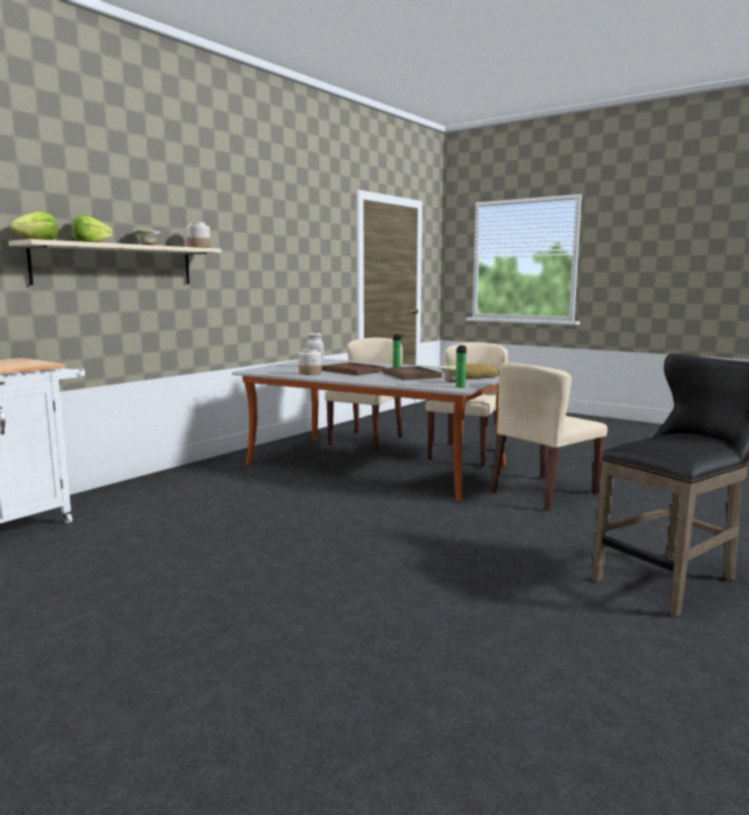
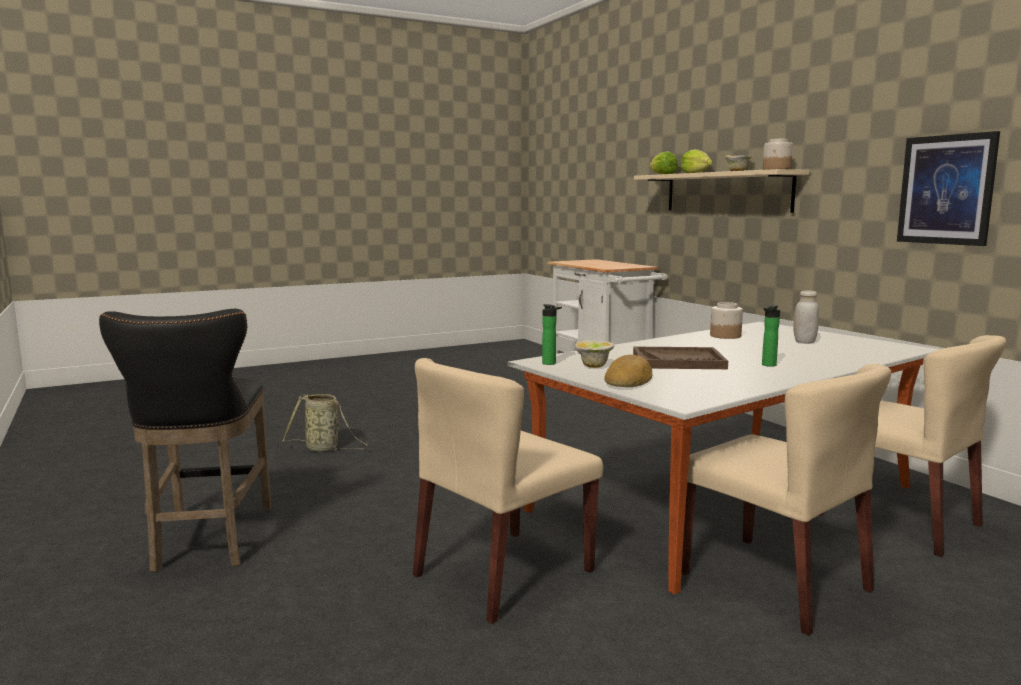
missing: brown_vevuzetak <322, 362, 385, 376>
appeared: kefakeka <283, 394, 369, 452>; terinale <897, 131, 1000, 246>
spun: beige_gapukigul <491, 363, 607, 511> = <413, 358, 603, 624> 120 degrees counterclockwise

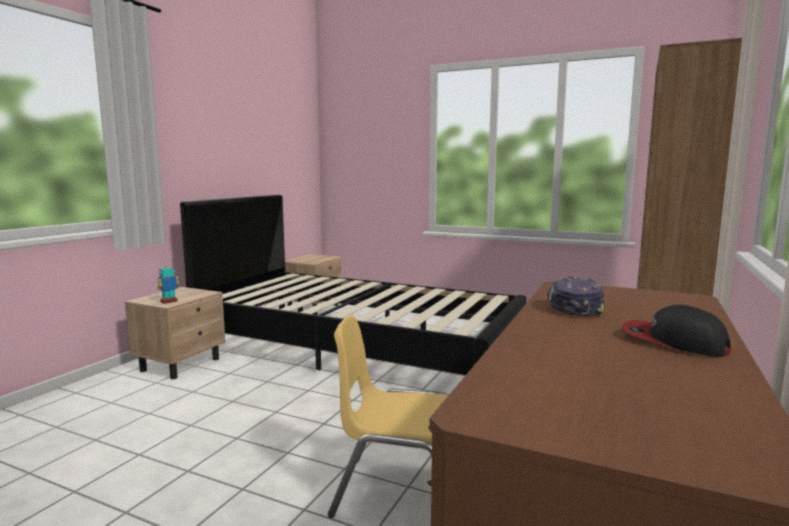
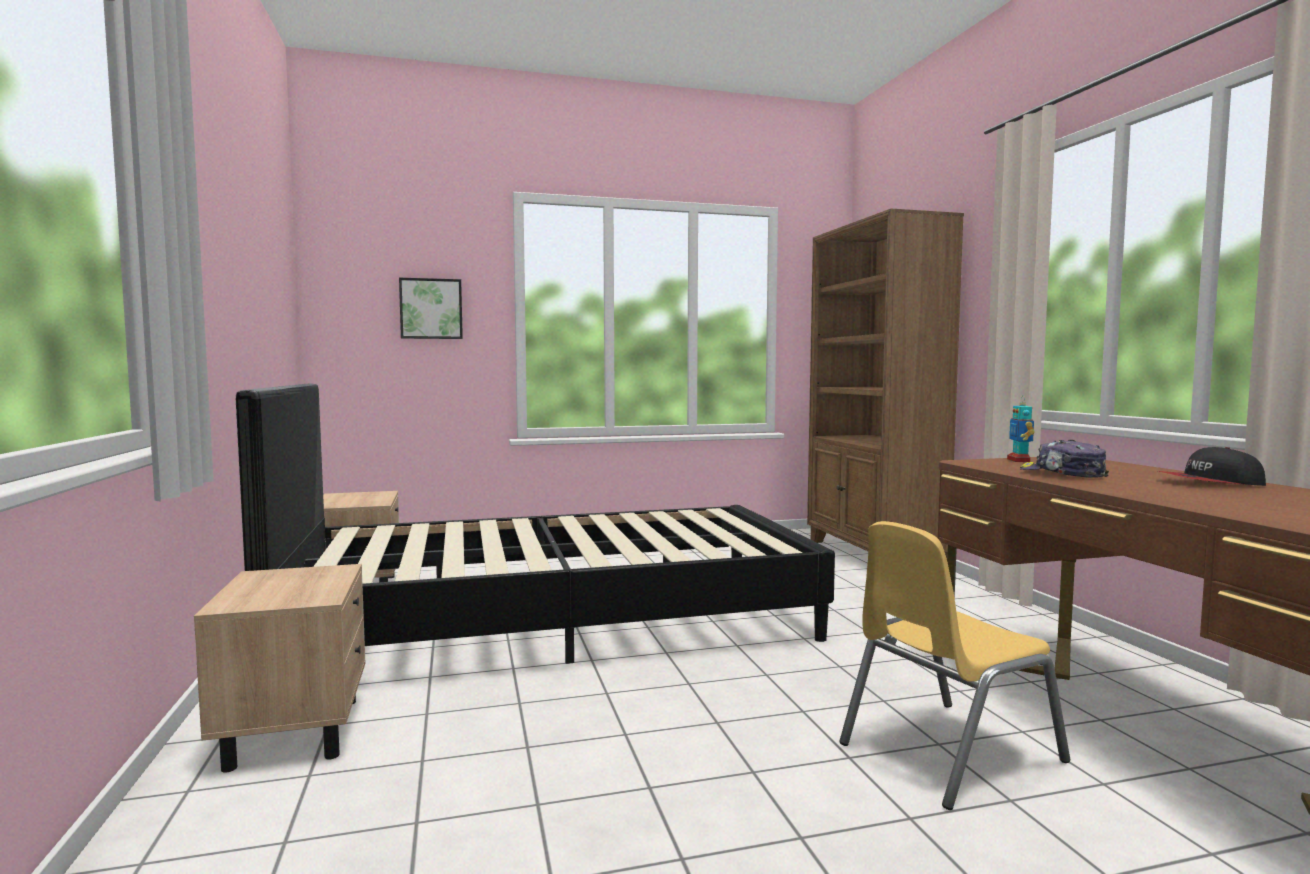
appeared: terinale <399, 278, 463, 339>
relocated: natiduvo <157, 265, 179, 304> to <1007, 401, 1035, 462>

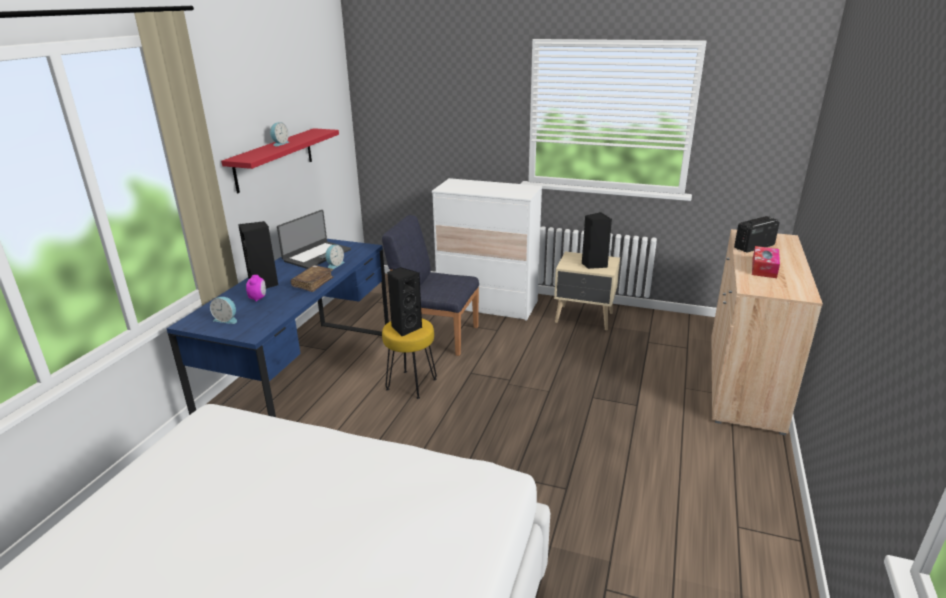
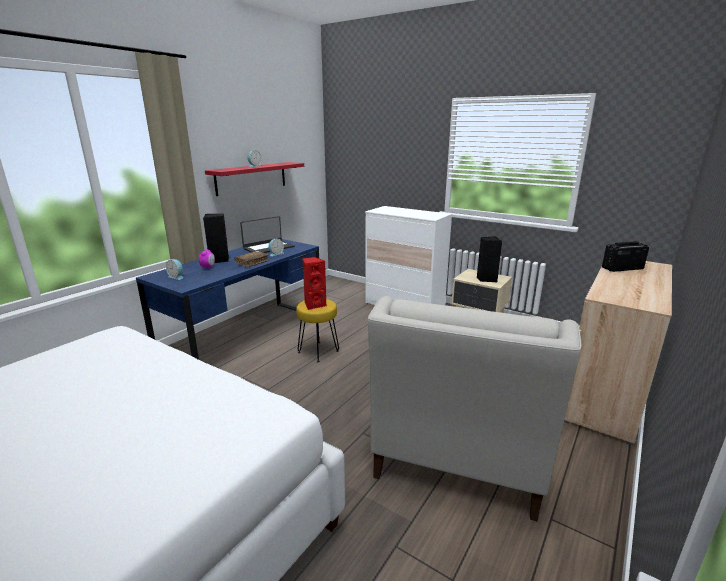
missing: blue_gapukigul <382, 215, 479, 356>; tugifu <752, 246, 780, 278>
appeared: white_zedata <368, 296, 582, 521>
colour: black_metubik <387, 267, 422, 337> to red_metubik <302, 257, 326, 310>

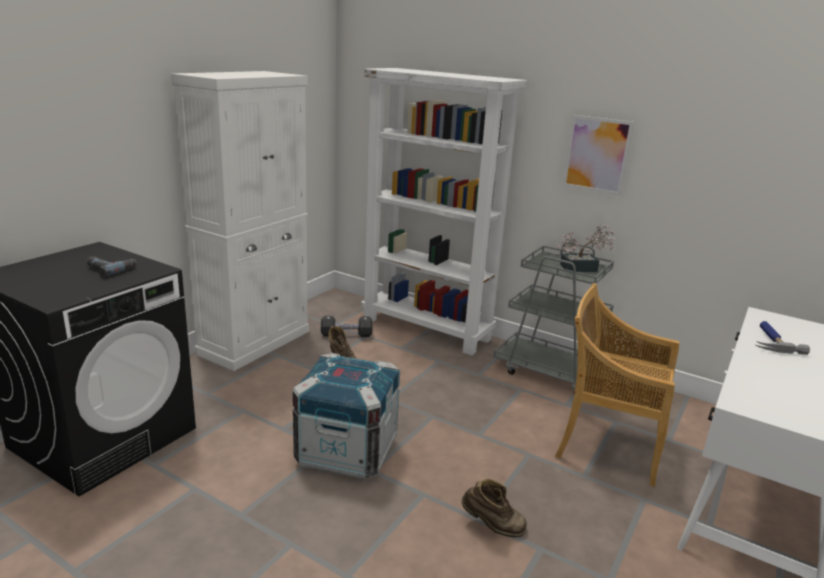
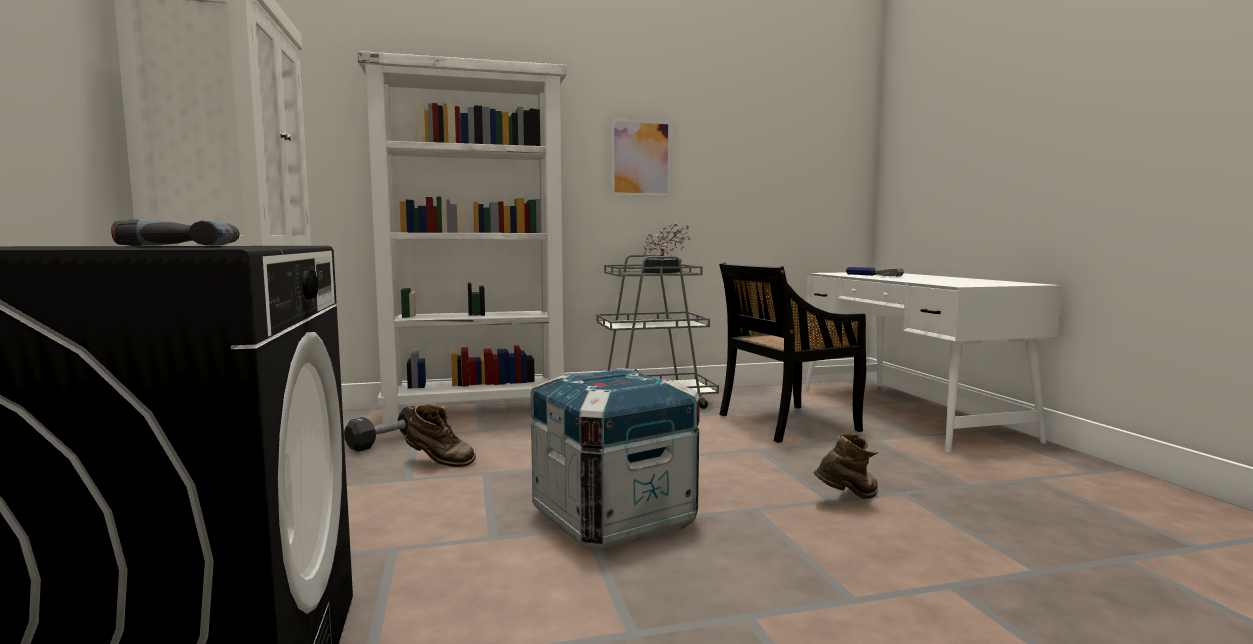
colour: beige_gapukigul <555, 283, 680, 487> to black_gapukigul <719, 262, 866, 443>

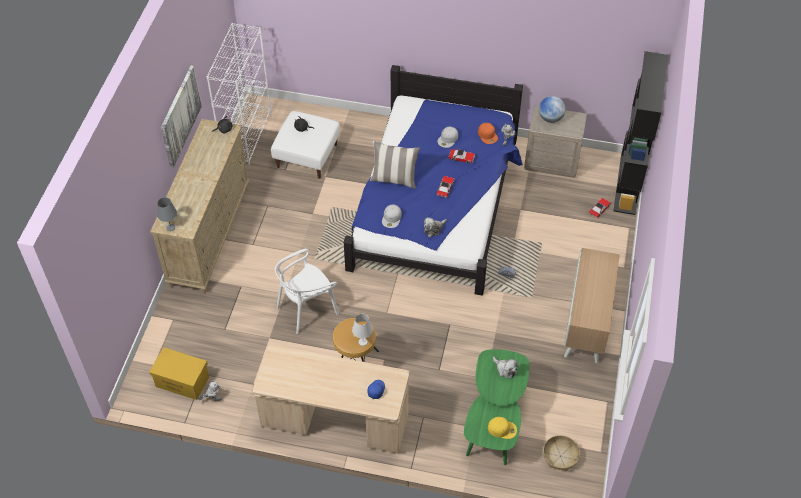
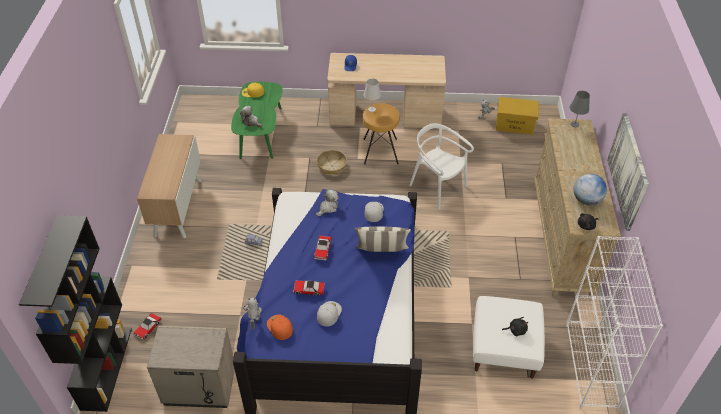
relocated: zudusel <539, 96, 565, 123> to <573, 174, 607, 206>; kefakeka <543, 435, 580, 471> to <317, 150, 347, 175>
spun: white_gapukigul <275, 249, 339, 334> = <409, 123, 474, 210> 90 degrees counterclockwise

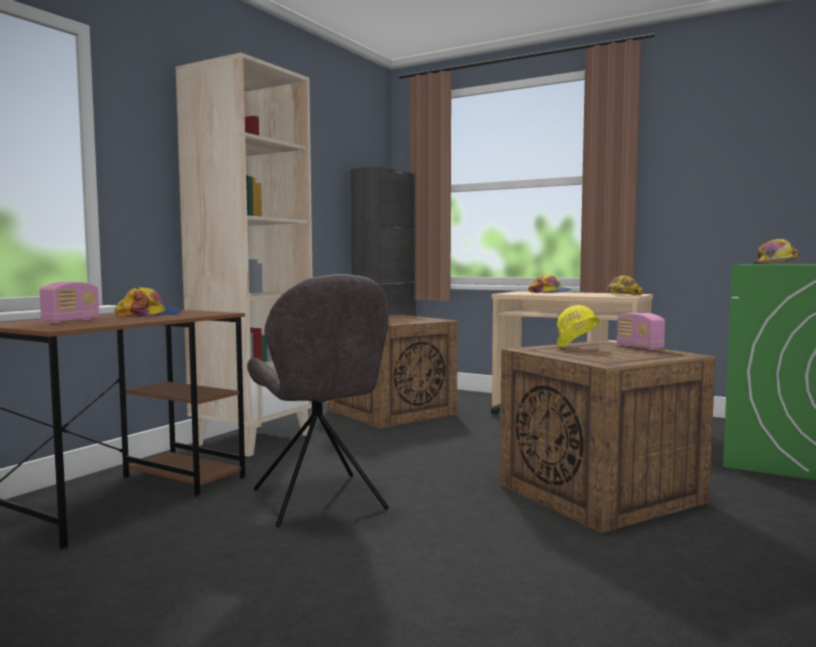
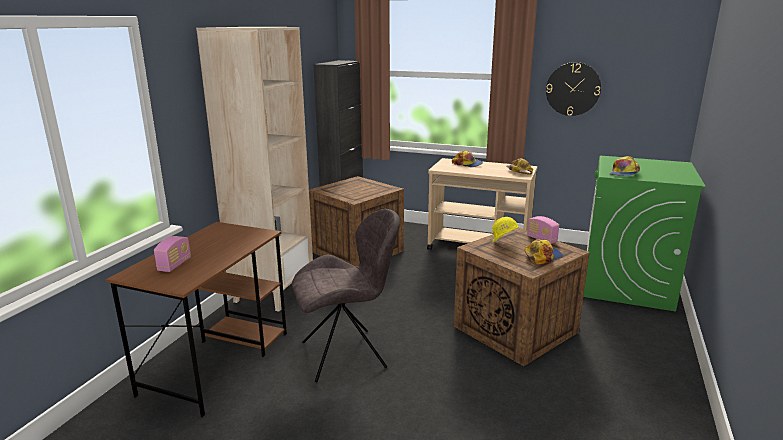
appeared: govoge <546, 62, 601, 116>
relocated: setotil <115, 287, 182, 317> to <525, 239, 563, 264>
spun: grey_gapukigul <247, 274, 389, 527> = <292, 209, 400, 382> 75 degrees counterclockwise

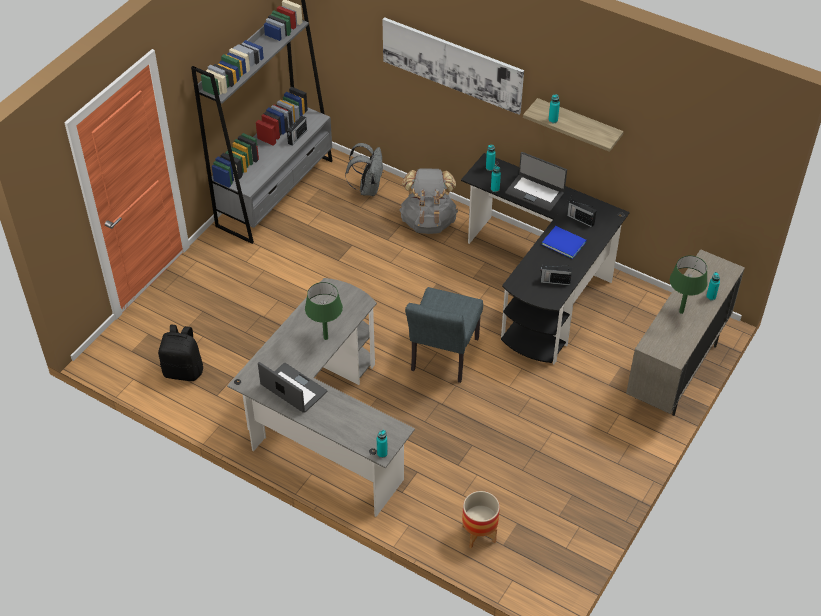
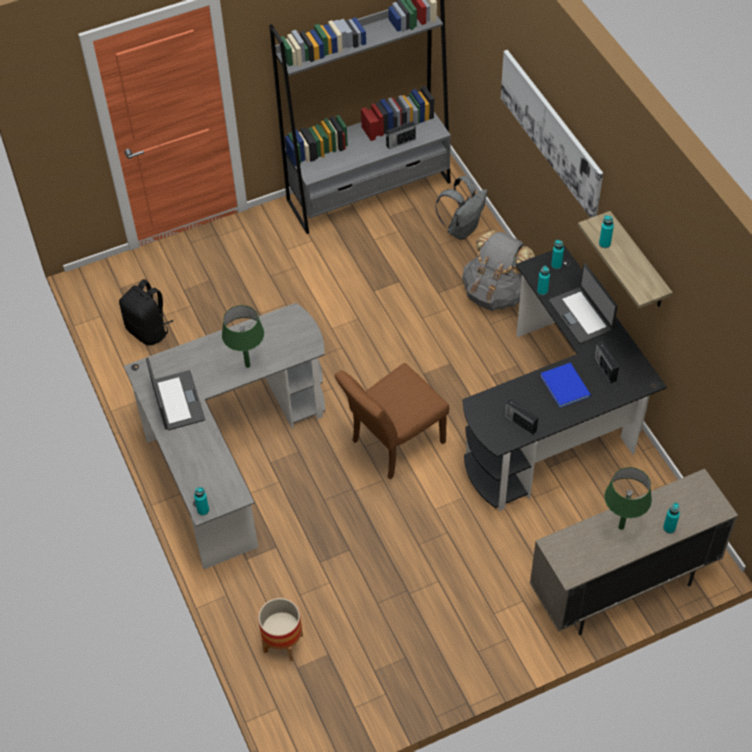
colour: grey_gapukigul <405, 287, 483, 383> to brown_gapukigul <334, 363, 449, 479>

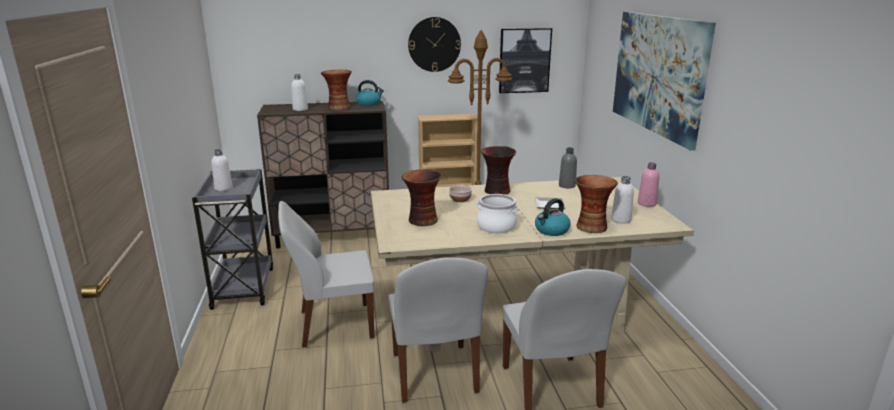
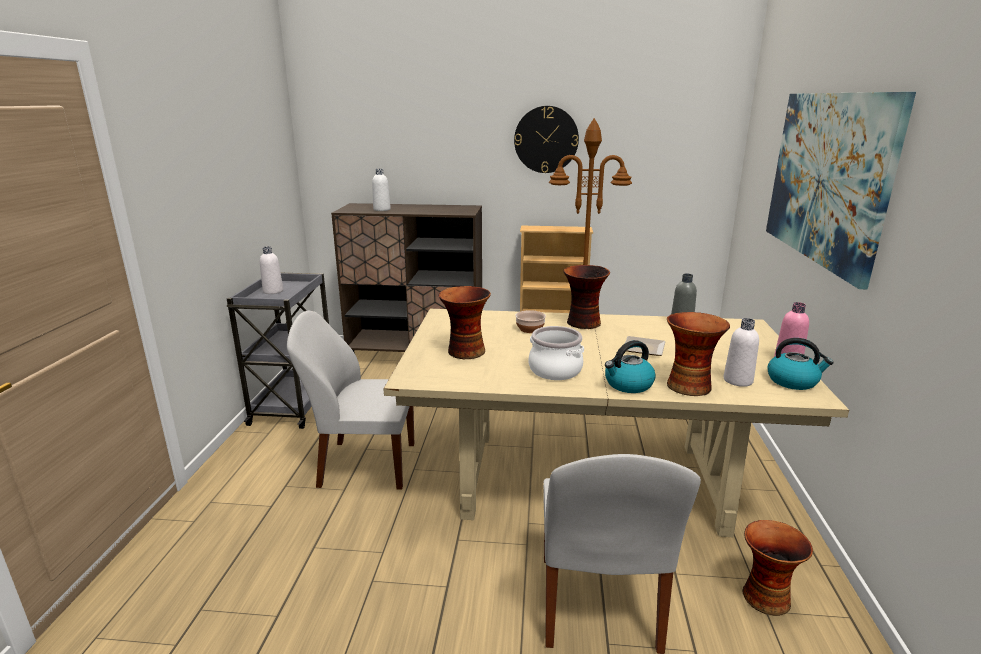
missing: white_gapukigul <389, 257, 488, 403>; terinale <499, 28, 552, 93>
relocated: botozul <321, 70, 352, 110> to <742, 520, 813, 616>; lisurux <356, 80, 384, 106> to <767, 338, 833, 390>

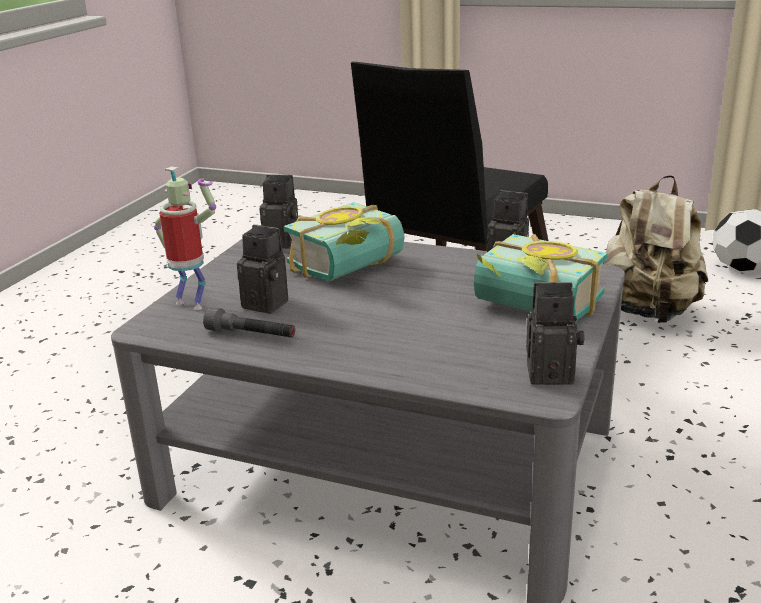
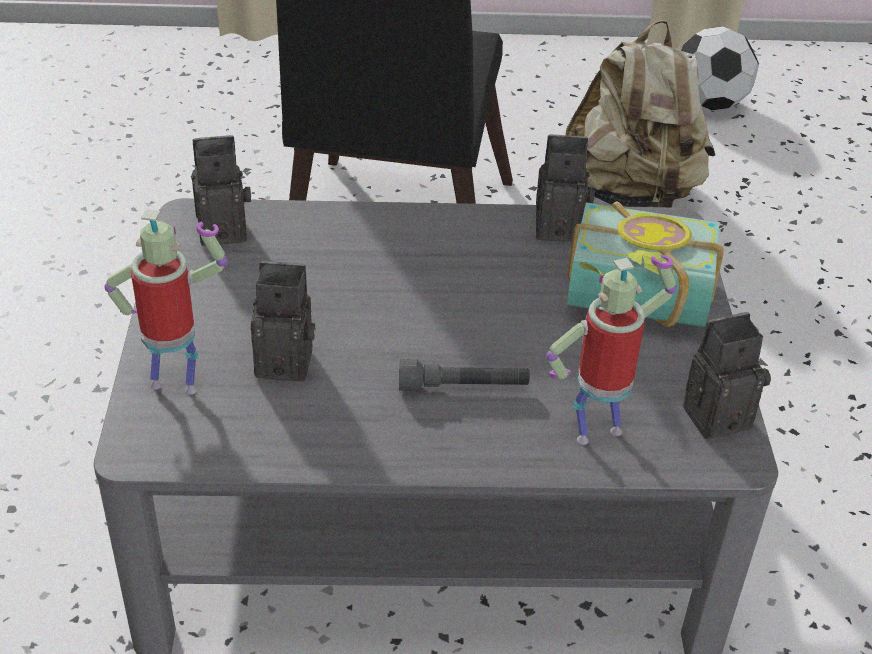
missing: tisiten <284, 202, 404, 282>
appeared: natiduvo <546, 254, 676, 445>
relocated: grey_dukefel <203, 307, 295, 337> to <399, 359, 530, 391>

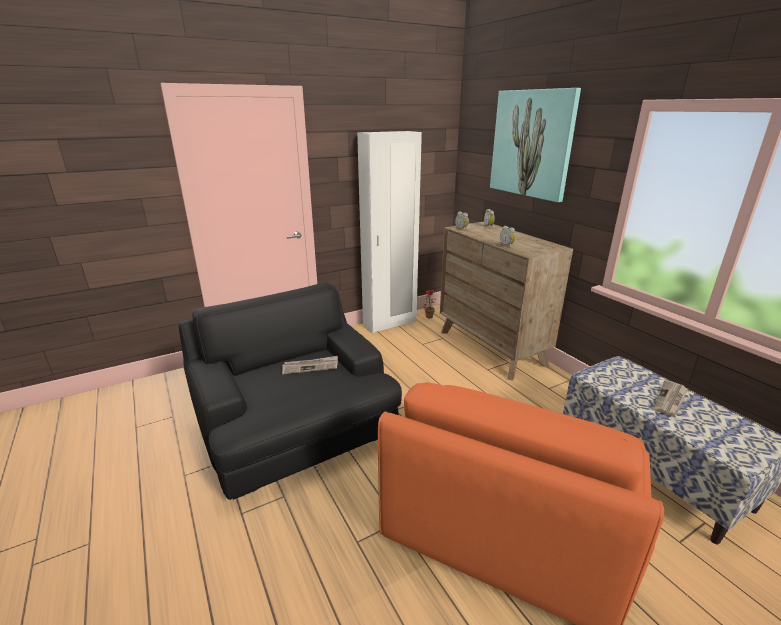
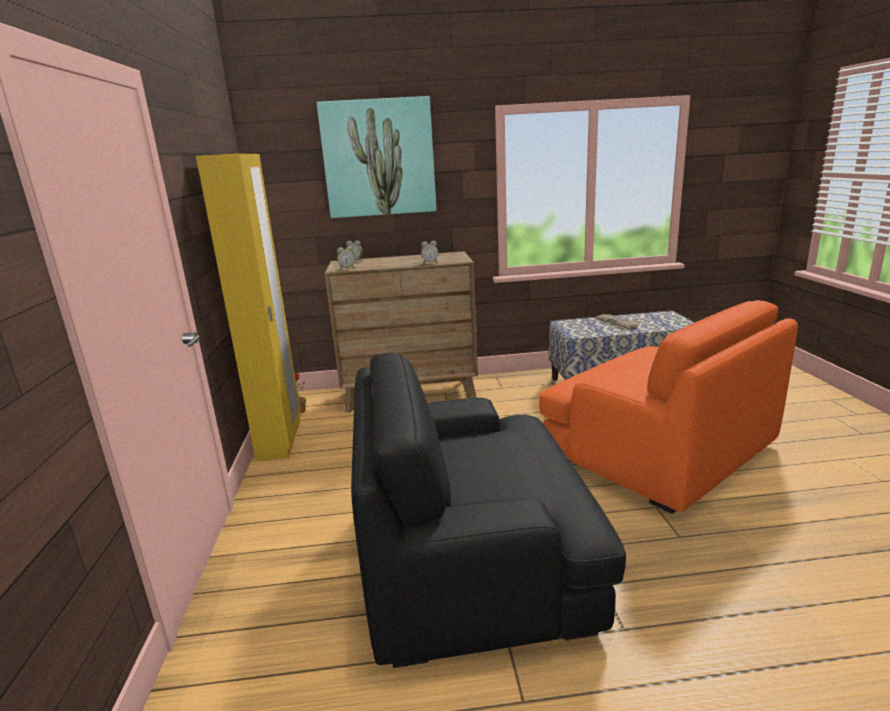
missing: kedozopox <282, 356, 338, 375>
colour: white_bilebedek <357, 131, 422, 333> to yellow_bilebedek <196, 154, 301, 461>

